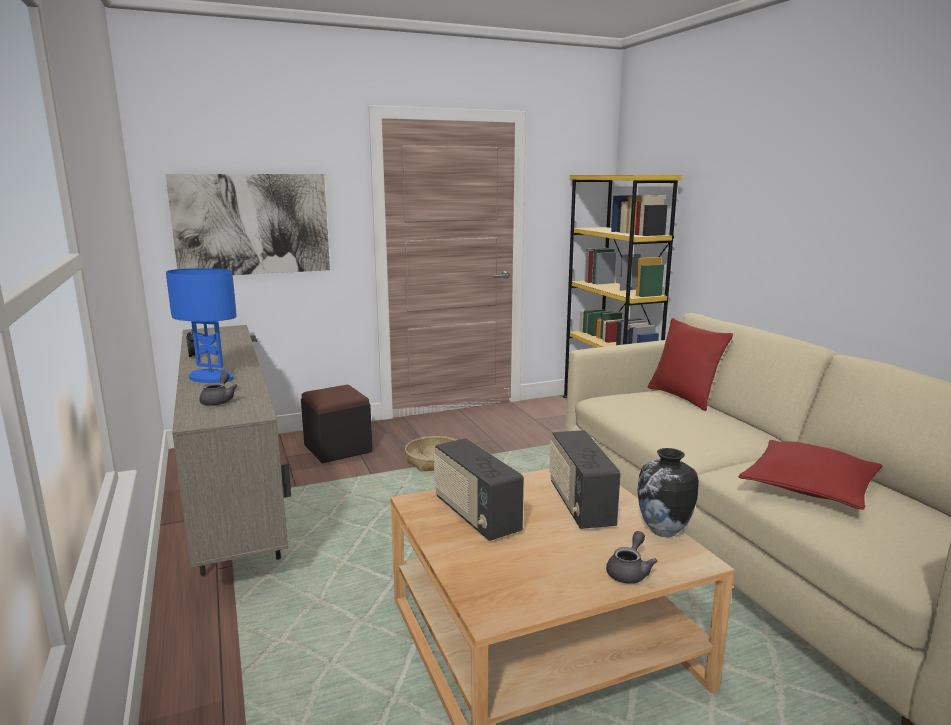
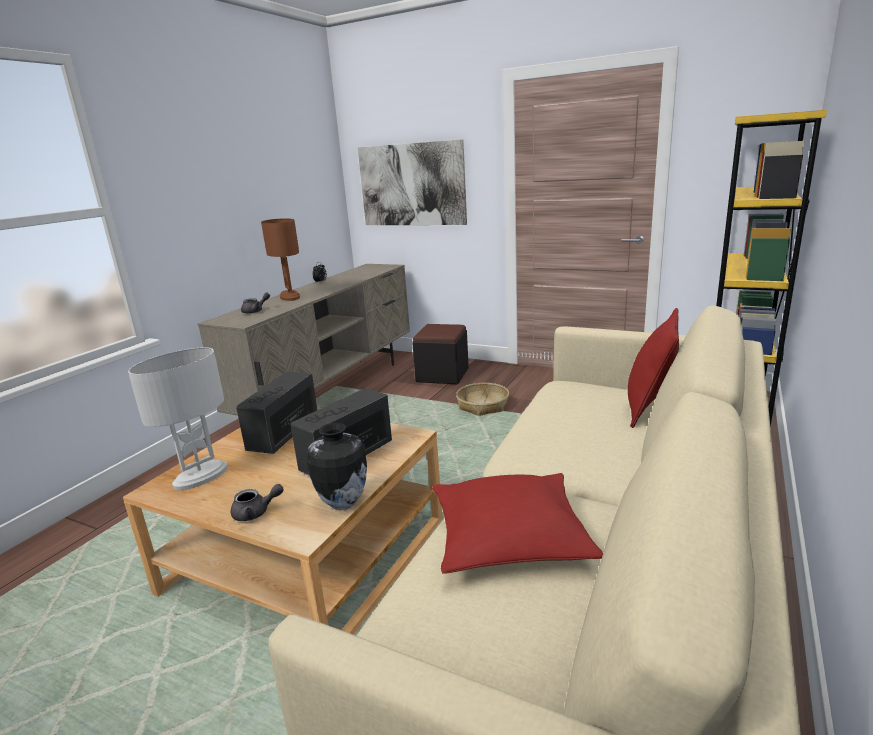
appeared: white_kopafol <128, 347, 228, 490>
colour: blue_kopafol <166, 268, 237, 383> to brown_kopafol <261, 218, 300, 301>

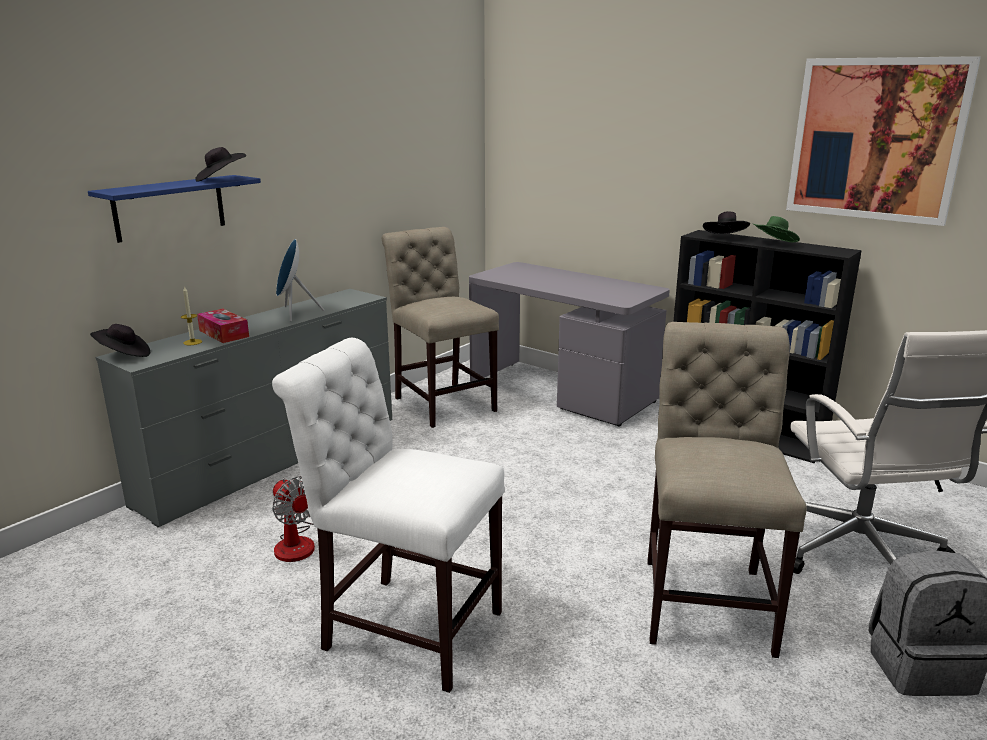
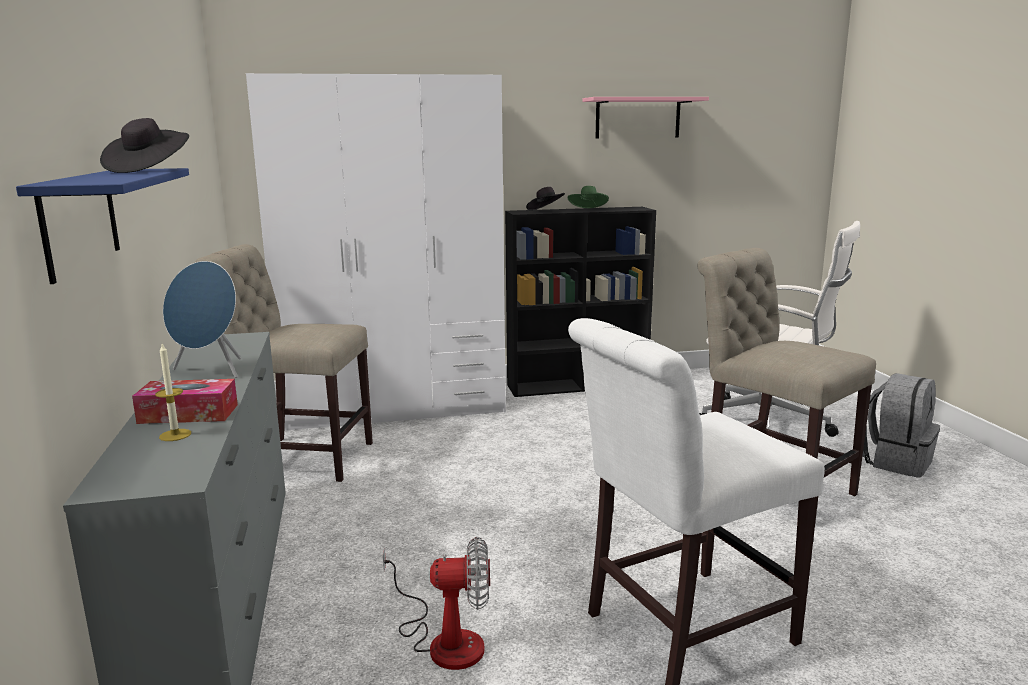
missing: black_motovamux <90, 324, 150, 357>
exchanged: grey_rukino <469, 262, 670, 427> to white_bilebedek <246, 73, 506, 430>; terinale <786, 56, 981, 226> to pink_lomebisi <582, 97, 709, 139>

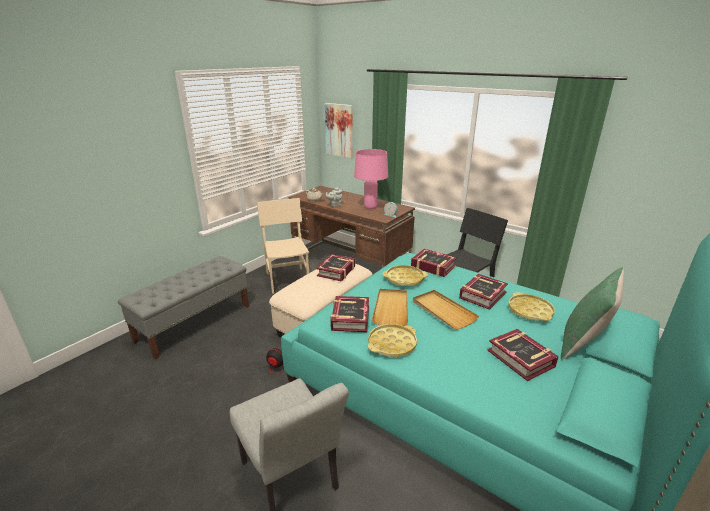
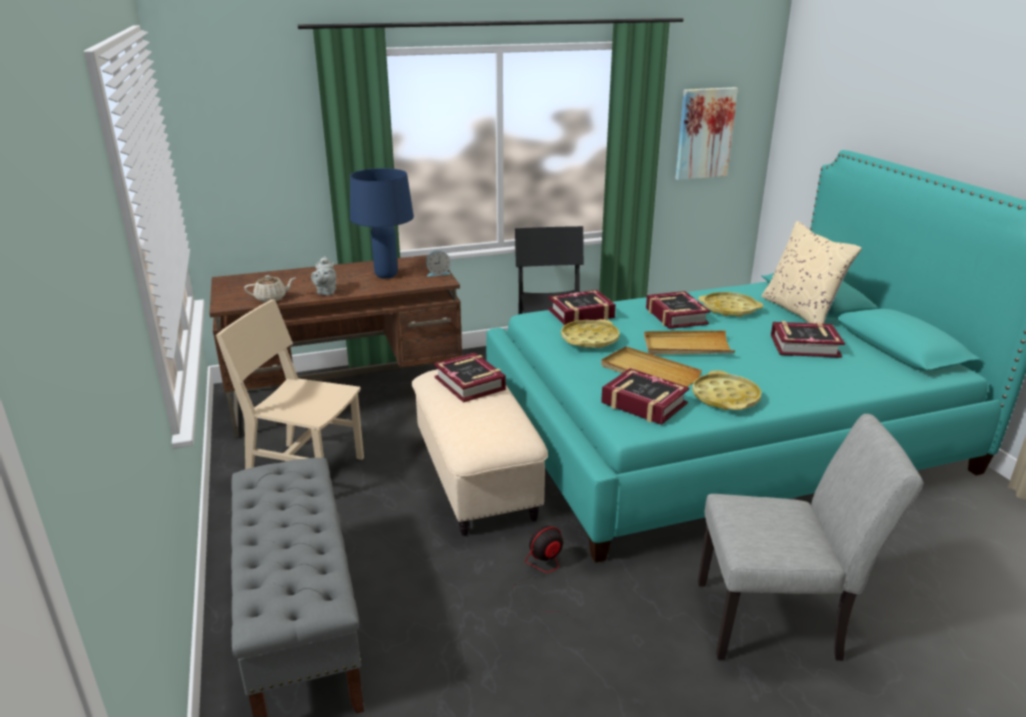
relocated: terinale <324, 103, 353, 158> to <675, 87, 738, 180>
colour: pink_kopafol <354, 149, 389, 209> to blue_kopafol <350, 168, 414, 279>; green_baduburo <561, 267, 624, 360> to beige_baduburo <761, 221, 862, 324>

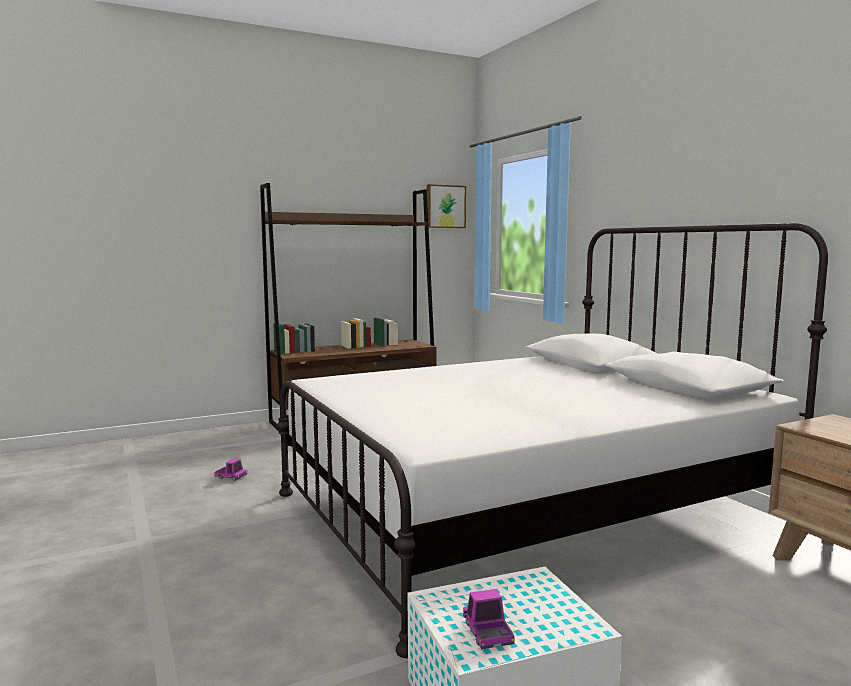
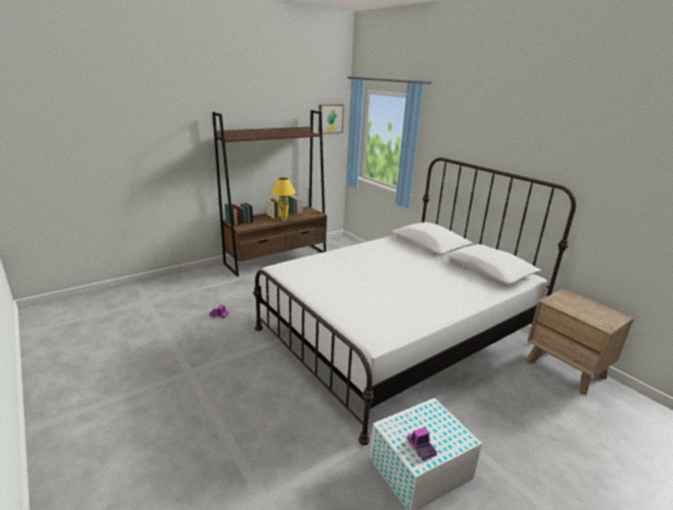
appeared: yellow_kopafol <271, 177, 296, 220>

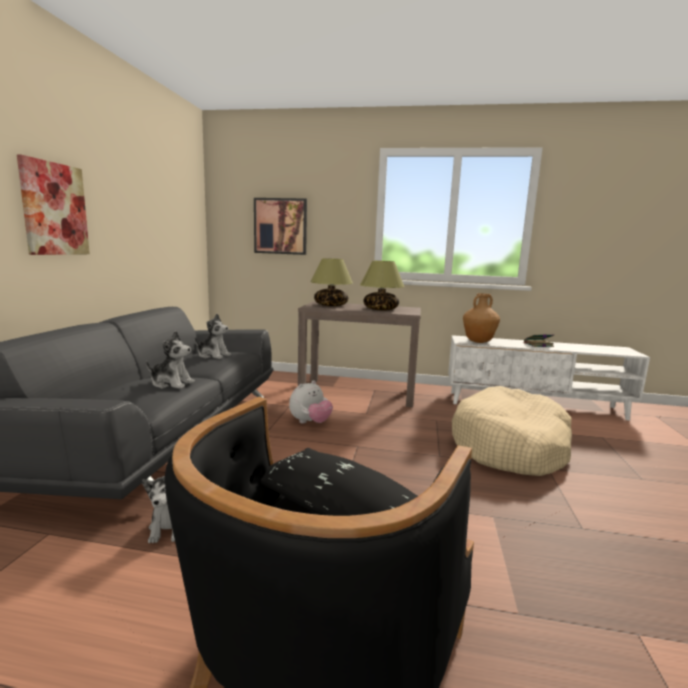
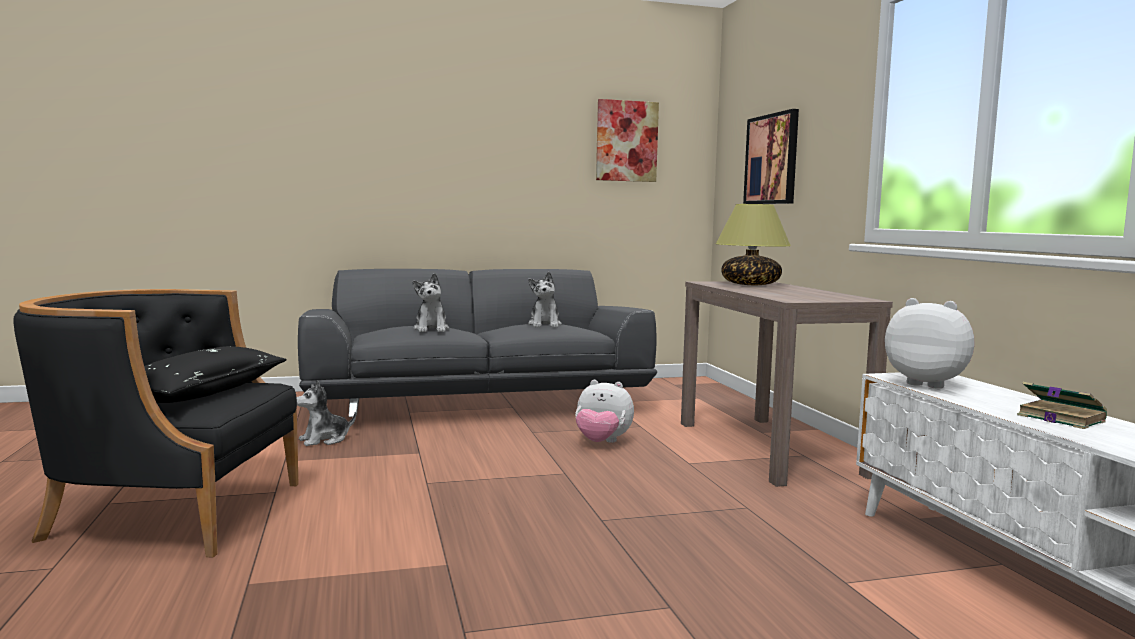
missing: kopafol <360, 261, 405, 311>; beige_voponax <452, 386, 572, 476>
relocated: terinale <17, 155, 90, 255> to <596, 99, 659, 182>
exchanged: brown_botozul <463, 293, 500, 343> to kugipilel <885, 298, 974, 389>

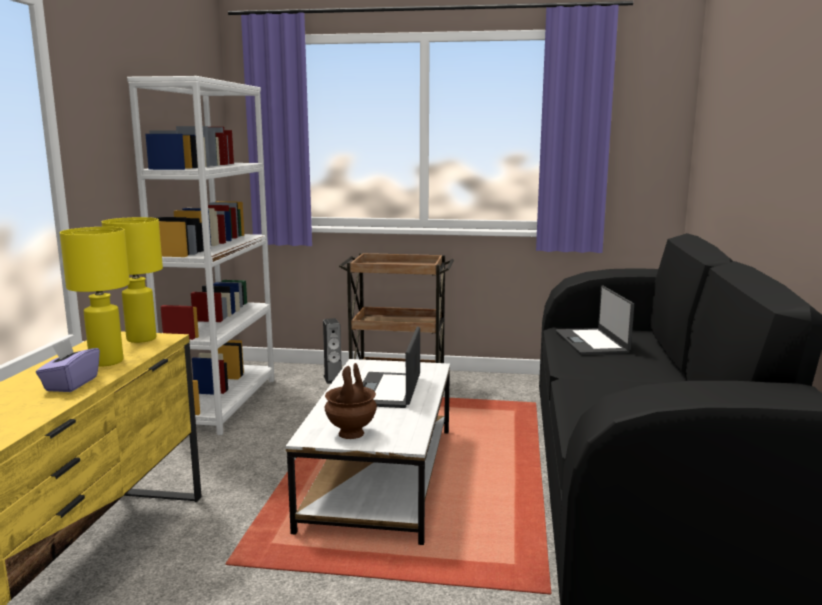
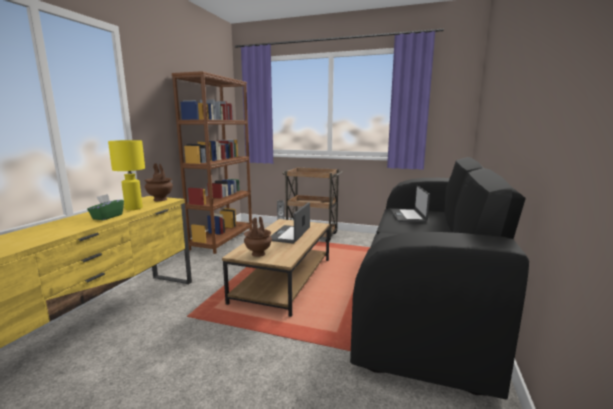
exchanged: yellow_kopafol <101, 217, 163, 343> to brown_botozul <144, 163, 173, 201>
colour: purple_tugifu <36, 339, 100, 392> to green_tugifu <87, 194, 124, 220>; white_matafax <127, 76, 274, 435> to brown_matafax <172, 71, 252, 254>; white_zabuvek <286, 359, 450, 545> to brown_zabuvek <222, 219, 330, 317>

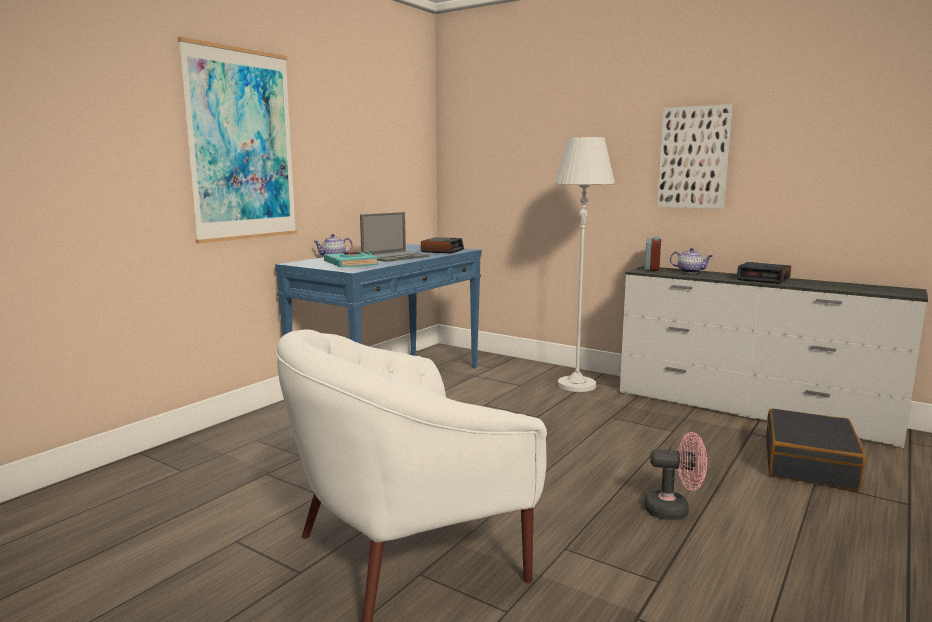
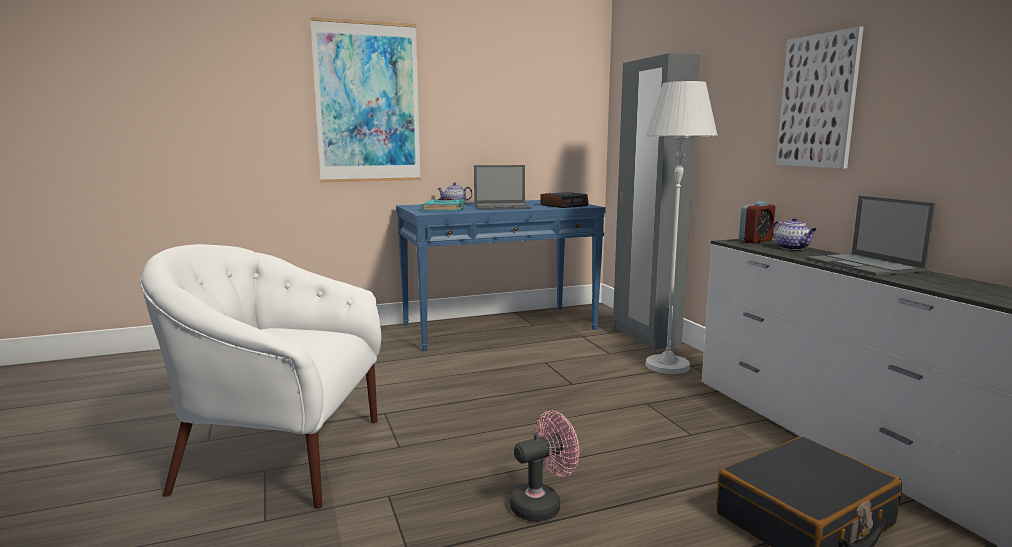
appeared: grey_bilebedek <613, 53, 700, 349>
exchanged: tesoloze <736, 262, 791, 284> to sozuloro <807, 195, 936, 276>
spun: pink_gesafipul <644, 432, 707, 520> = <510, 411, 579, 521> 75 degrees counterclockwise

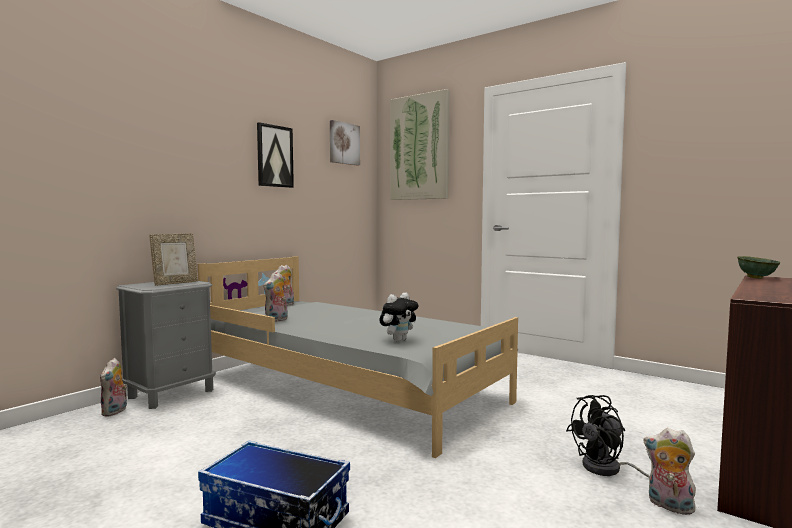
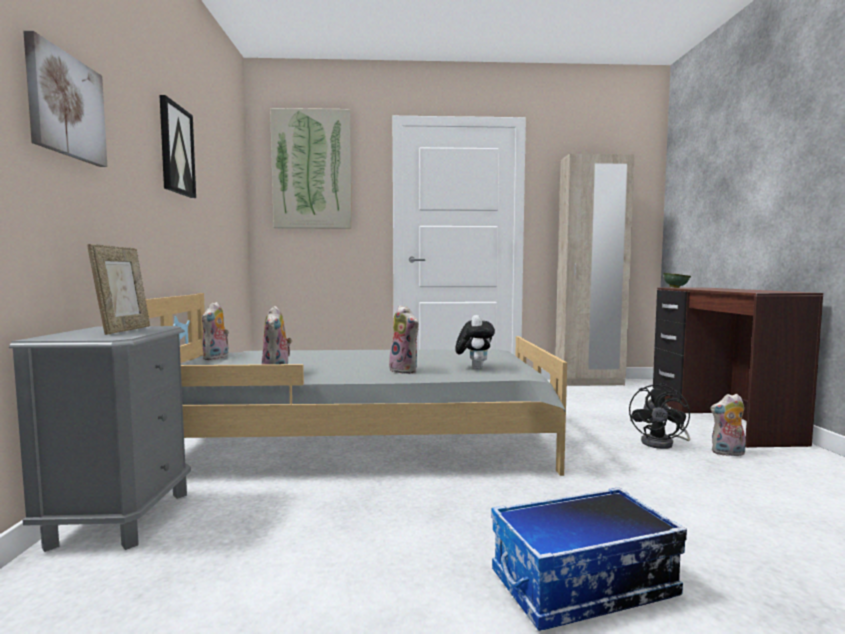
appeared: beige_bilebedek <555, 154, 635, 386>
relocated: kugipilel <100, 358, 127, 416> to <389, 305, 419, 374>; terinale <330, 120, 360, 166> to <23, 31, 107, 167>

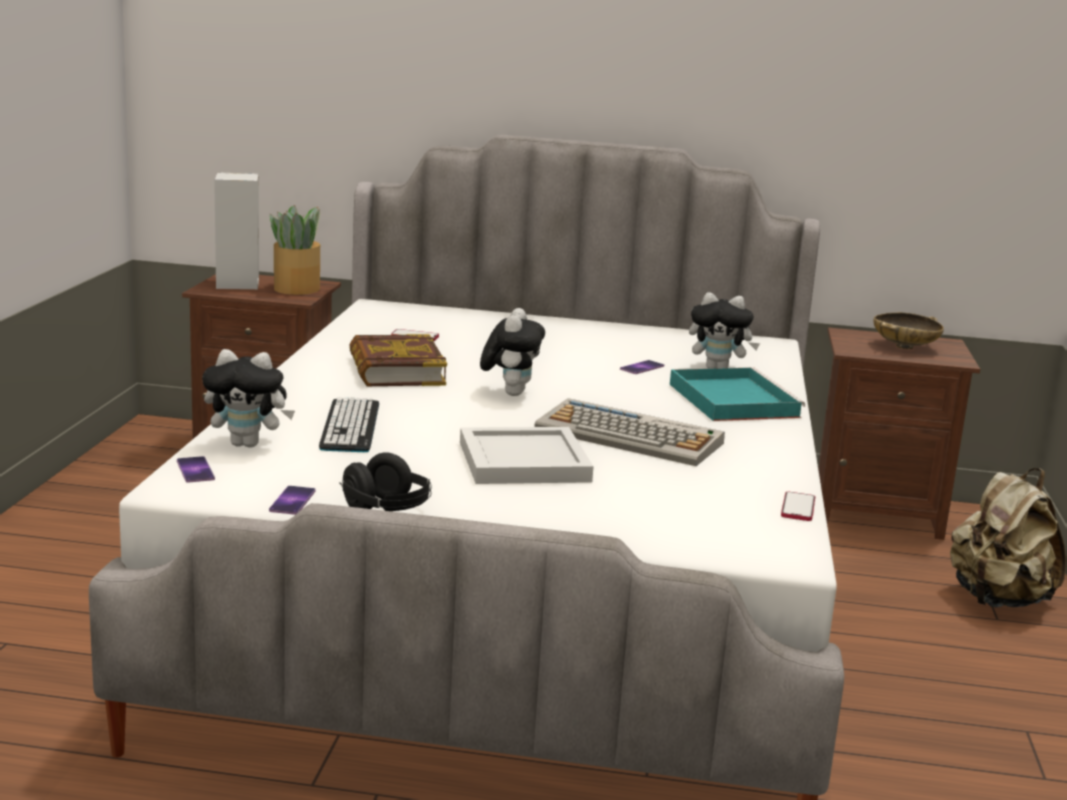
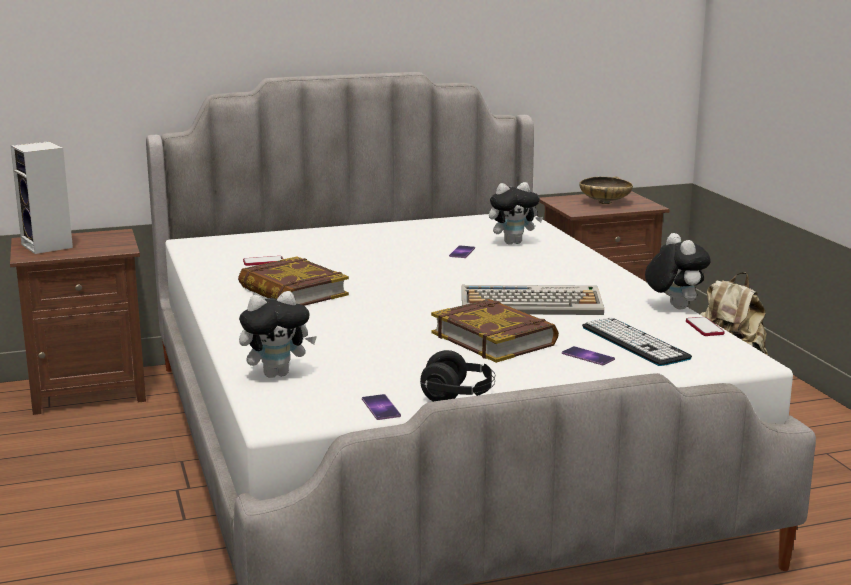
missing: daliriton <270, 205, 320, 295>; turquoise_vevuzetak <670, 367, 805, 421>
relocated: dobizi <177, 456, 215, 483> to <562, 346, 615, 365>; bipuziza <319, 397, 379, 452> to <582, 317, 692, 366>; kugipilel <480, 308, 545, 396> to <645, 233, 711, 309>
exchanged: white_vevuzetak <460, 427, 594, 484> to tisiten <431, 299, 559, 363>

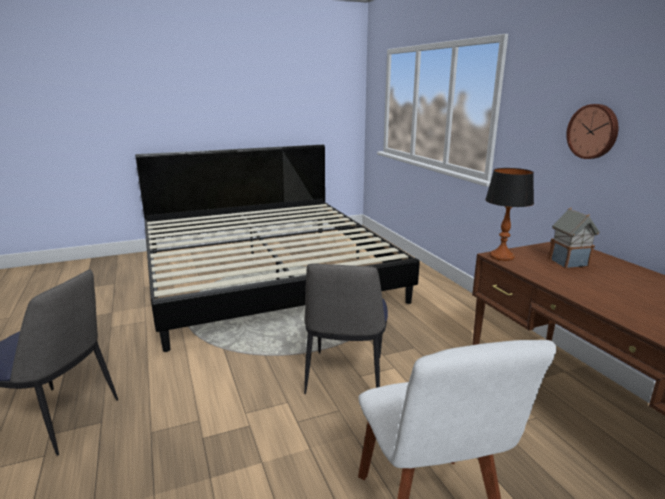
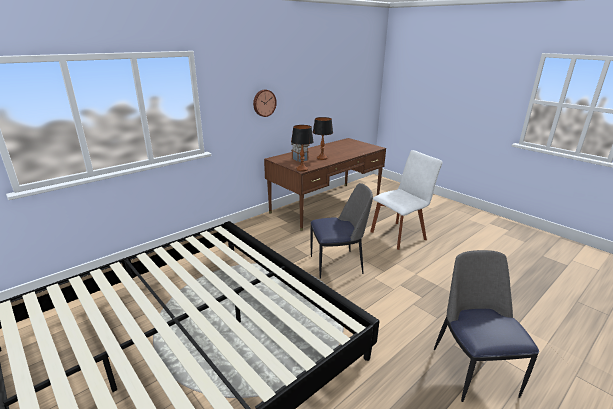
appeared: kopafol <313, 117, 333, 160>

